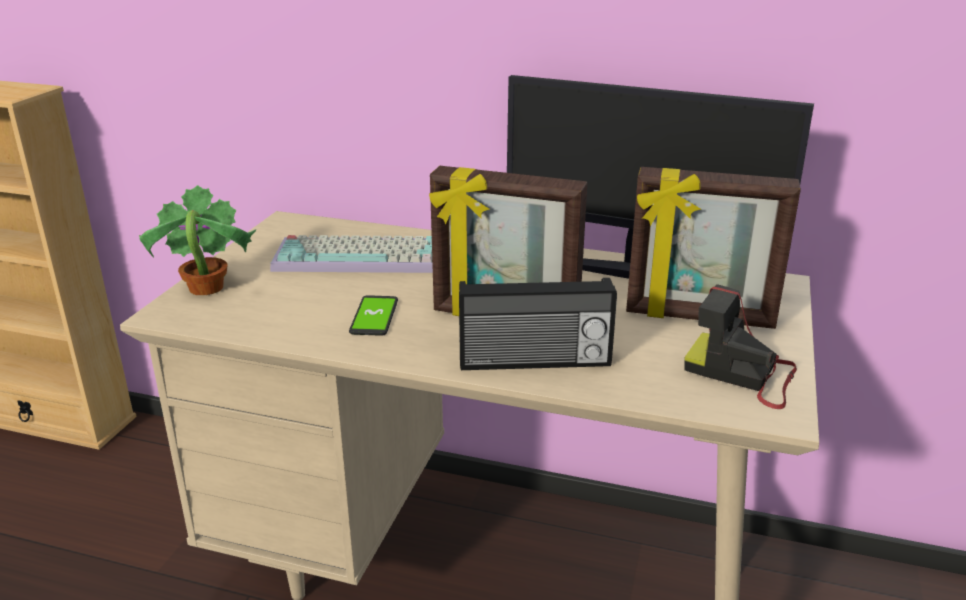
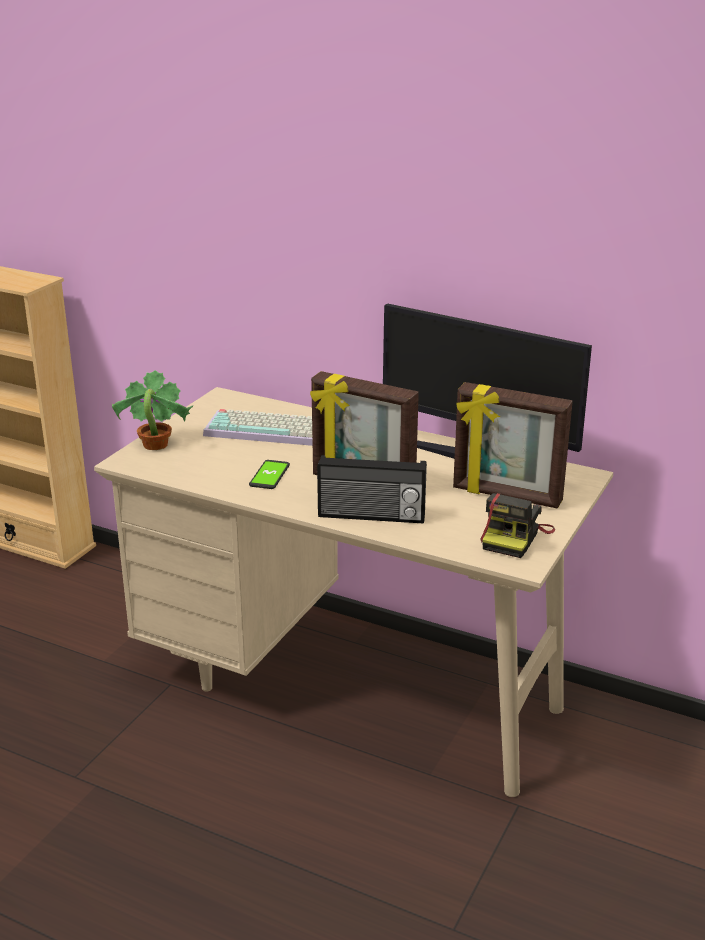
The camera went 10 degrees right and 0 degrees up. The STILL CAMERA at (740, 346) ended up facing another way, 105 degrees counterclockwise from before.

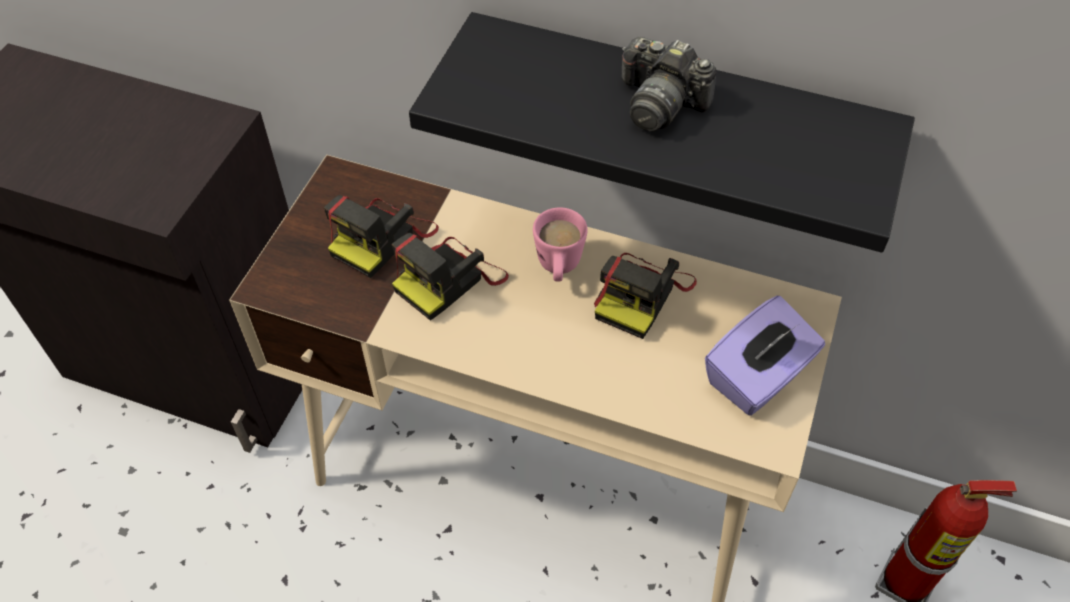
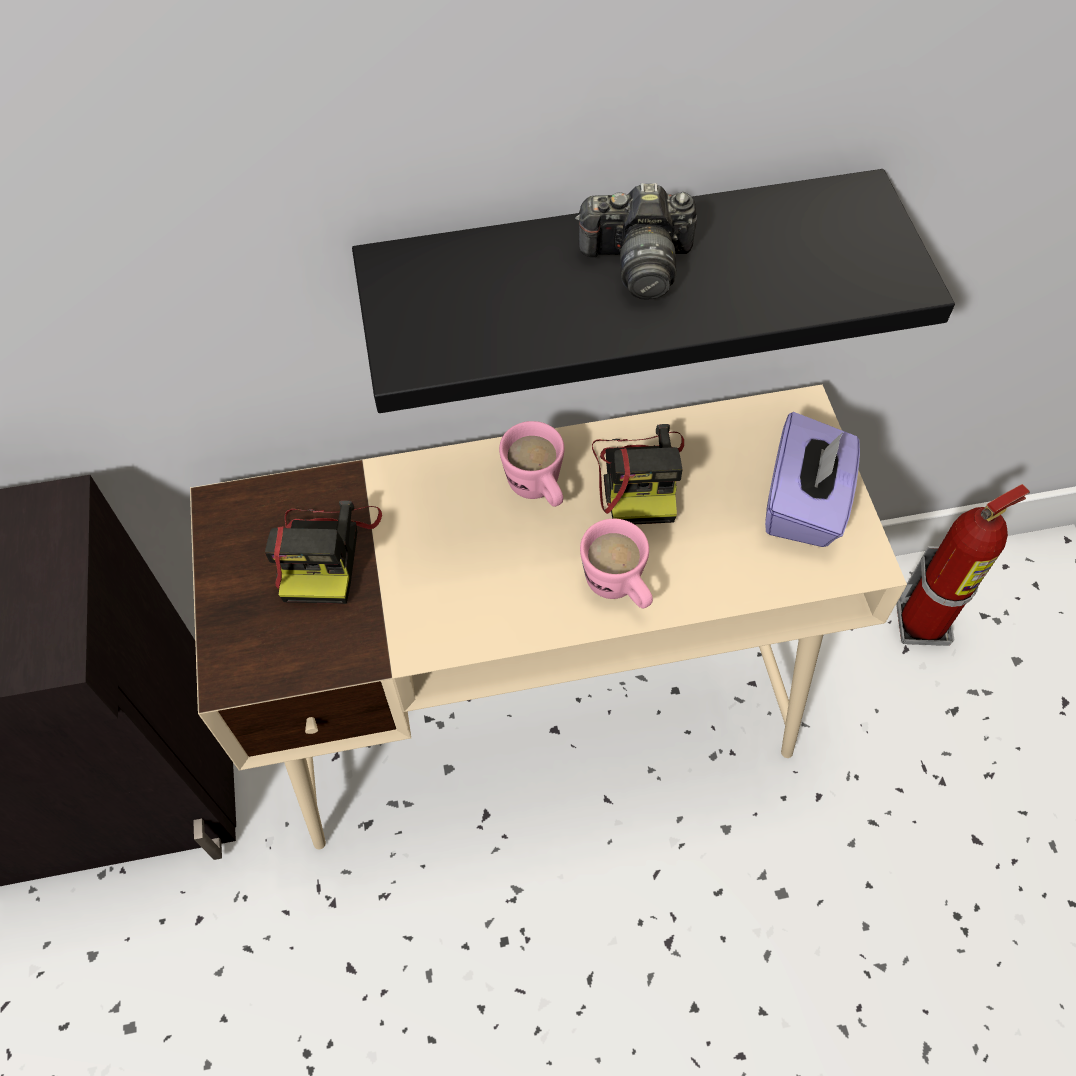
The camera went 30 degrees left and 5 degrees up. The second view gained the PINK COFFEE MUG at (616, 563). The second view lost the STILL CAMERA at (450, 277).

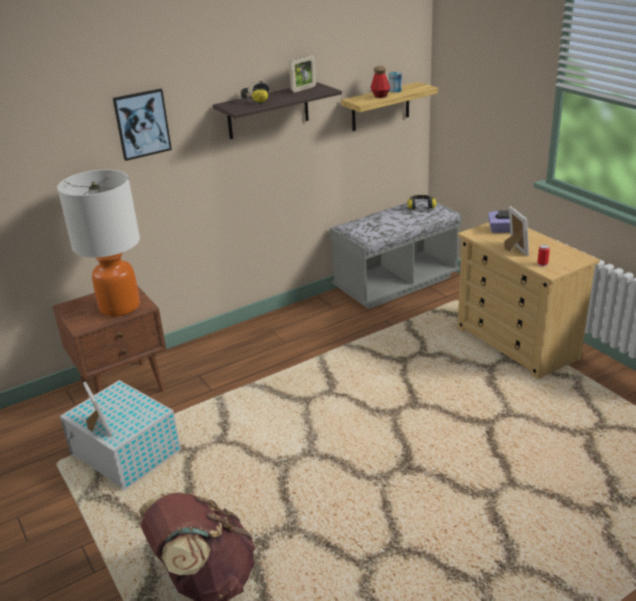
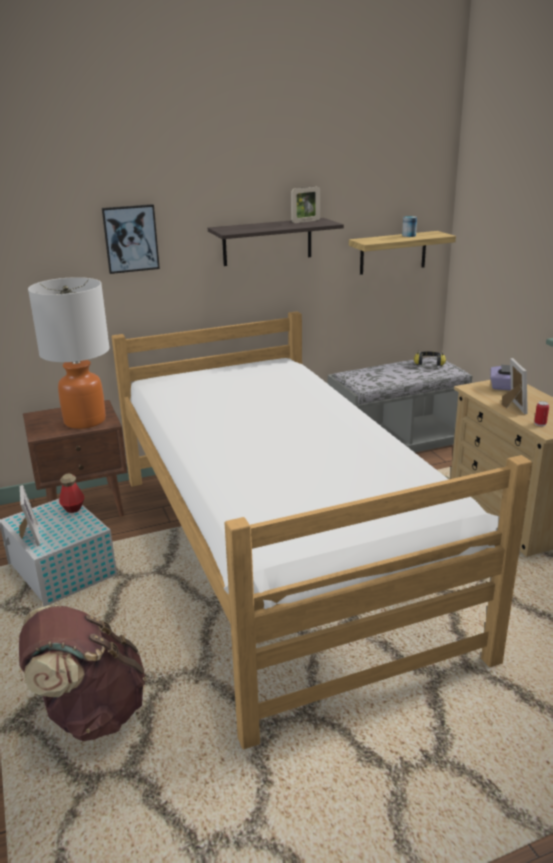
The camera went 10 degrees right and 5 degrees down. The BOTTLE ended up elsewhere, having gone from (380, 81) to (71, 493). The second view gained the BEDROOM BED at (321, 530). The second view lost the HEADPHONES at (255, 92).

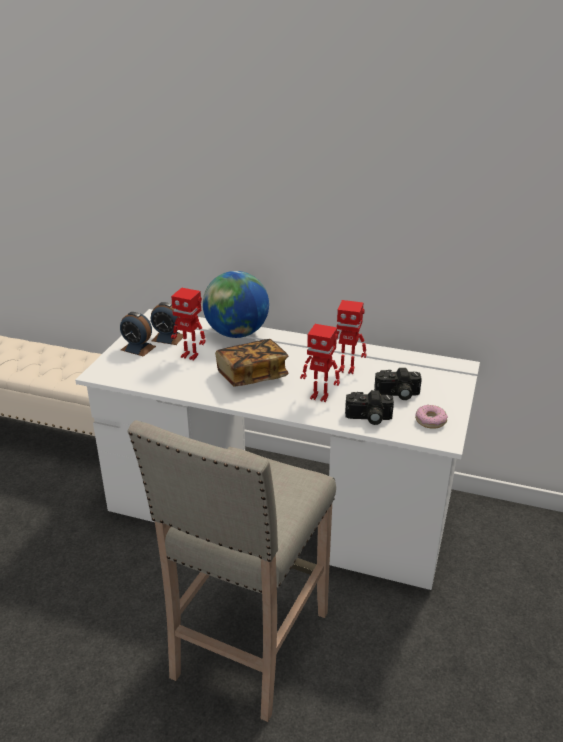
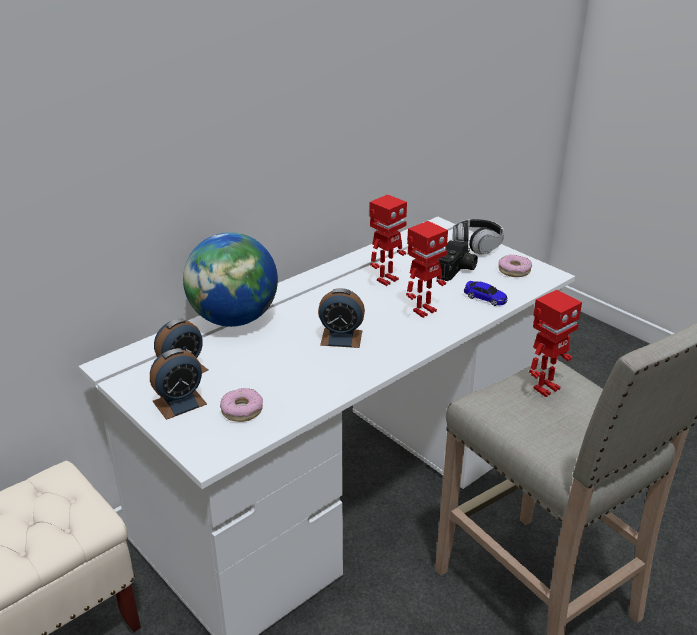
The camera went 60 degrees left and 0 degrees up. The second view gained the RING DOUGHNUT at (241, 405). Where the BOUND BOOK stood at (251, 362), the ALARM CLOCK came to stand at (341, 318). The second view gained the HEADPHONES at (478, 236). Where the STILL CAMERA stood at (369, 407), the MODEL CAR came to stand at (486, 293). The TOY ROBOT ended up elsewhere, having gone from (188, 324) to (555, 343).

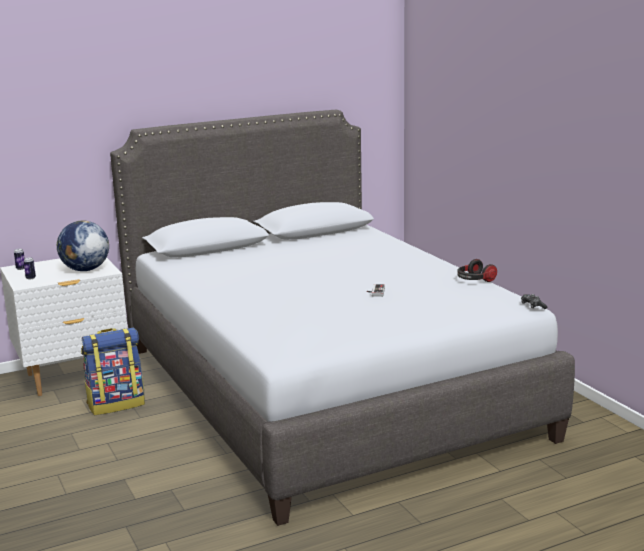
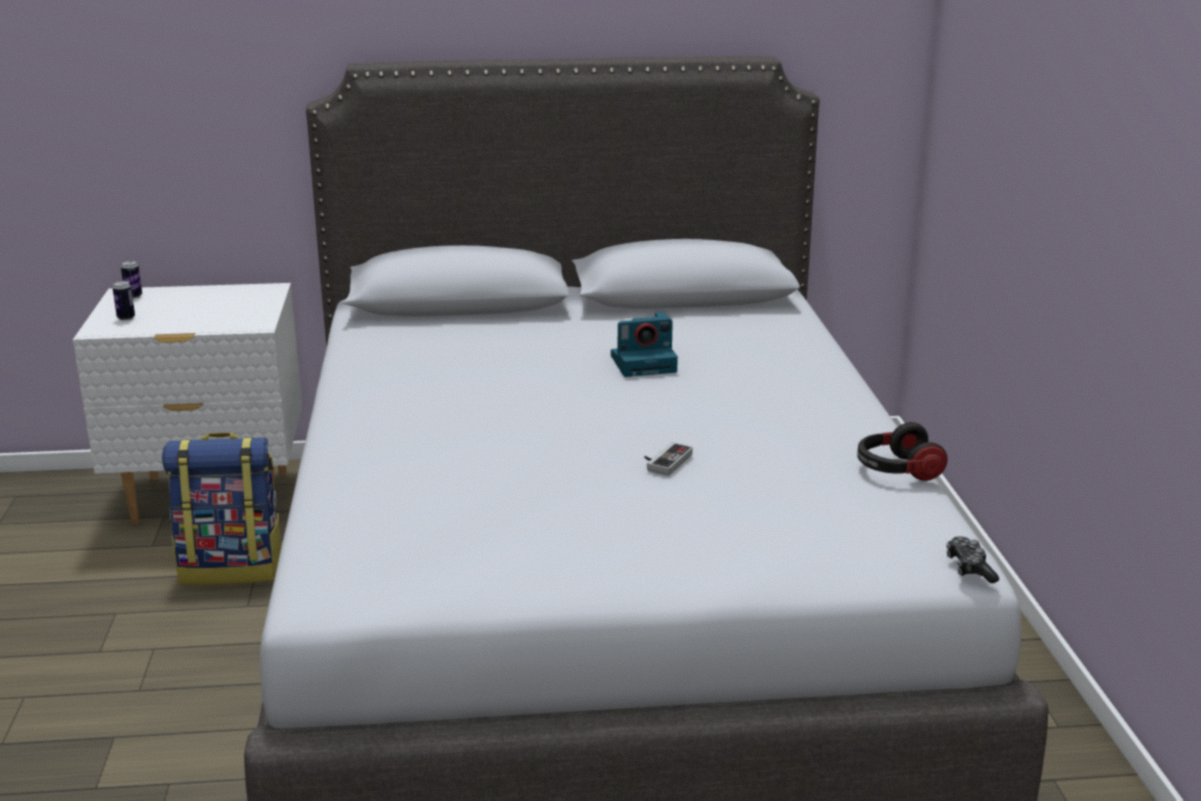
The camera went 20 degrees right and 5 degrees up. The second view gained the STILL CAMERA at (644, 344). The second view lost the DESK GLOBE at (82, 245).

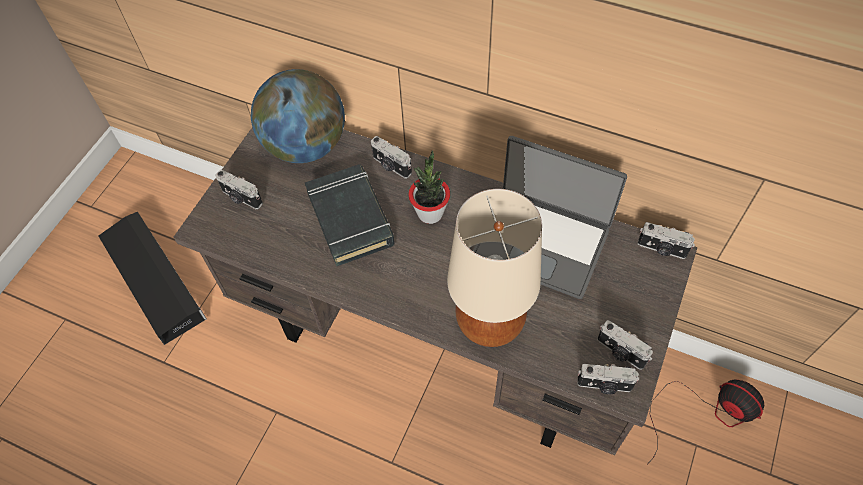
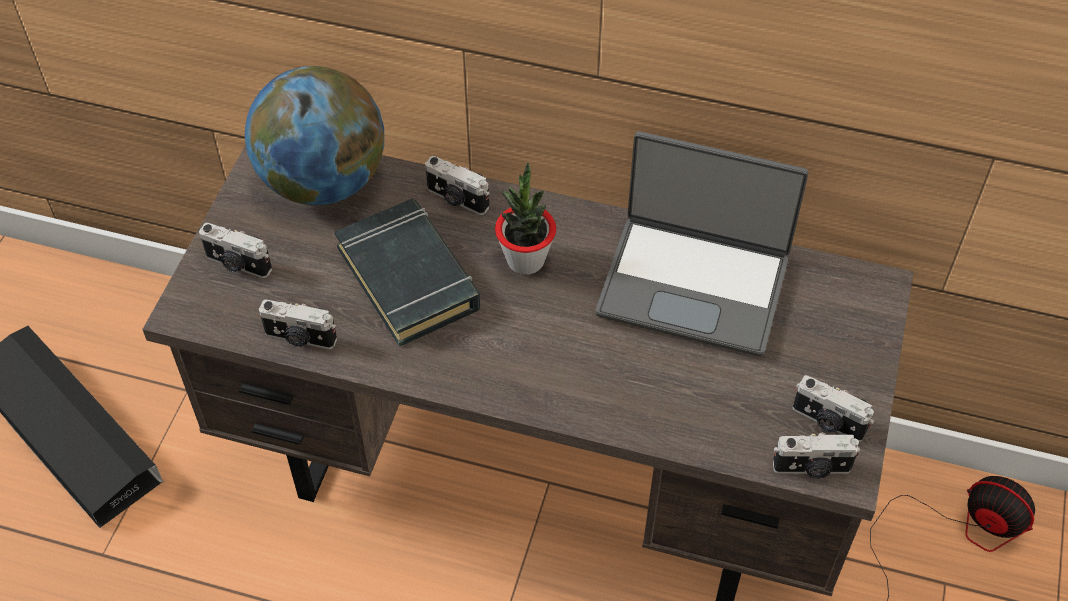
The camera went 10 degrees left and 5 degrees down. The STILL CAMERA ended up elsewhere, having gone from (666, 240) to (298, 324). The second view lost the BEIGE-COLOURED LAMP FOR A TABLE at (494, 268).

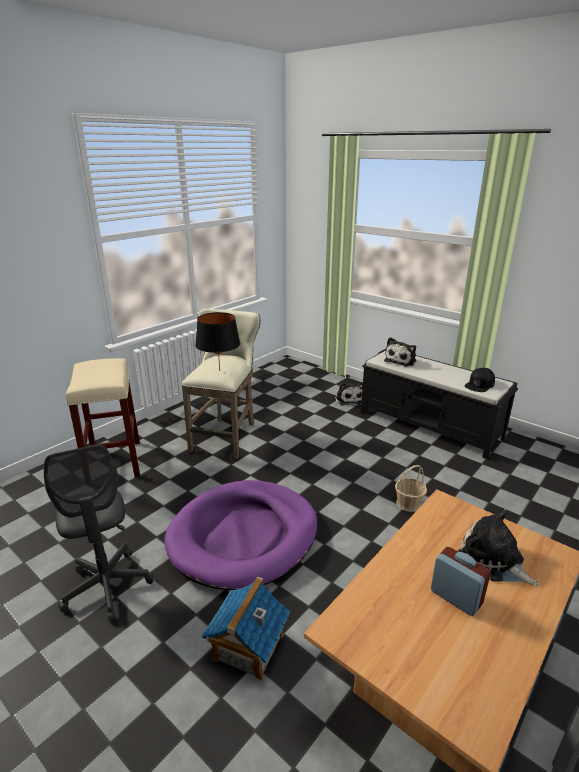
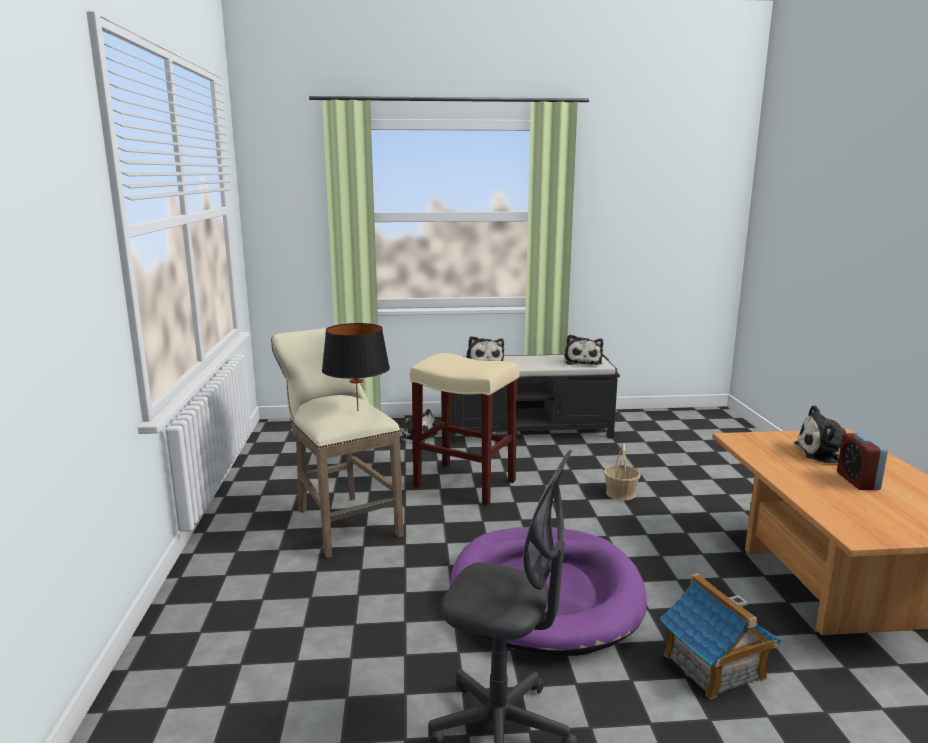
The camera went 45 degrees left and 10 degrees down. The BEIGE-COLOURED SITTING STOOL ended up elsewhere, having gone from (103, 418) to (465, 429). Where the BLACK-COLOURED BASEBALL CAP stood at (480, 380), the SOFT TOY came to stand at (583, 350). The ALARM CLOCK at (461, 581) ended up facing another way, 90 degrees counterclockwise from before.

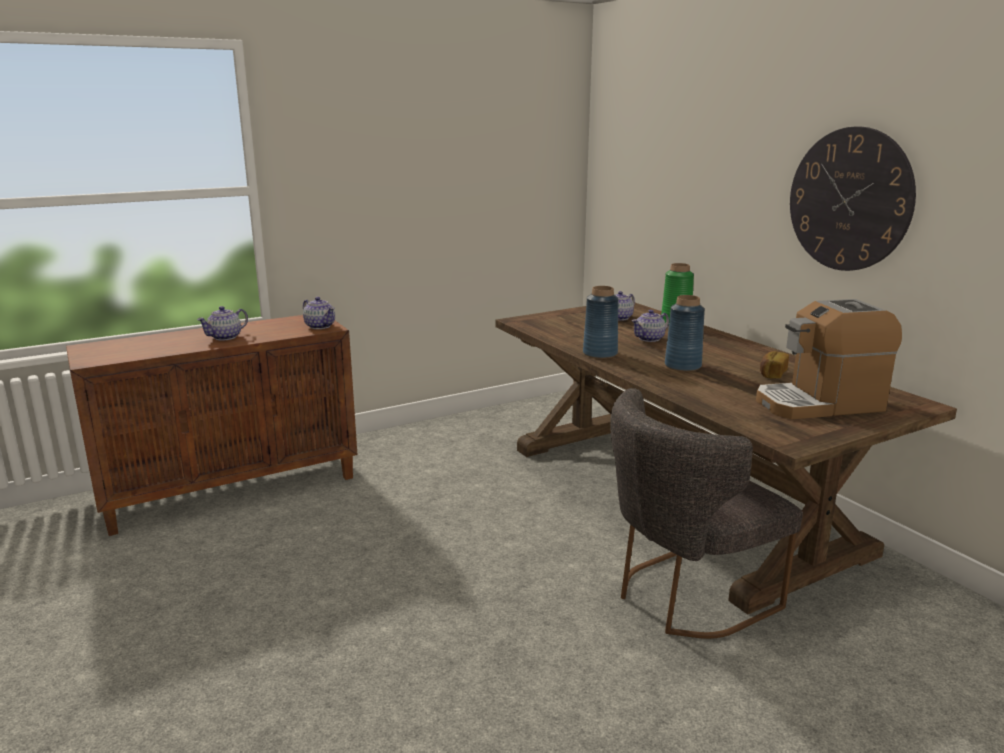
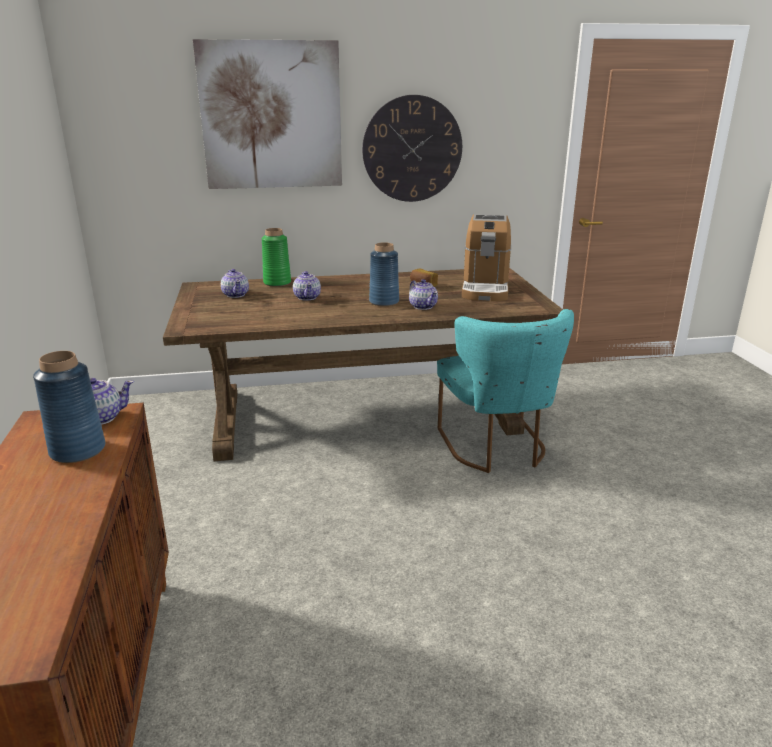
The camera went 70 degrees left and 5 degrees up. The BLUE FLOWER VASE ended up elsewhere, having gone from (601, 322) to (69, 407). The second view gained the PICTURE at (267, 114). The TEA POT ended up elsewhere, having gone from (222, 323) to (423, 294). What was the GREY UPRIGHT CHAIR at (706, 513) turned into the TURQUOISE UPRIGHT CHAIR at (505, 391).

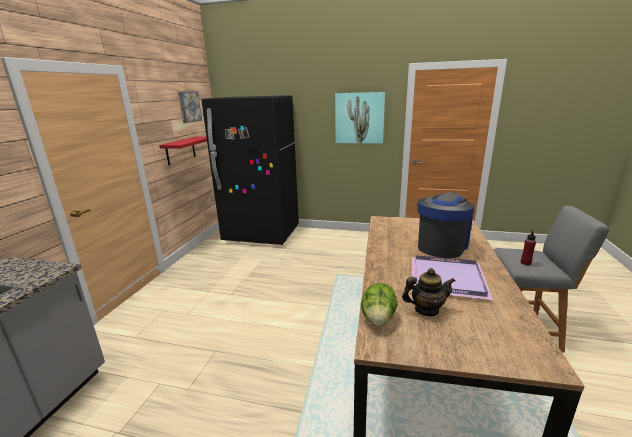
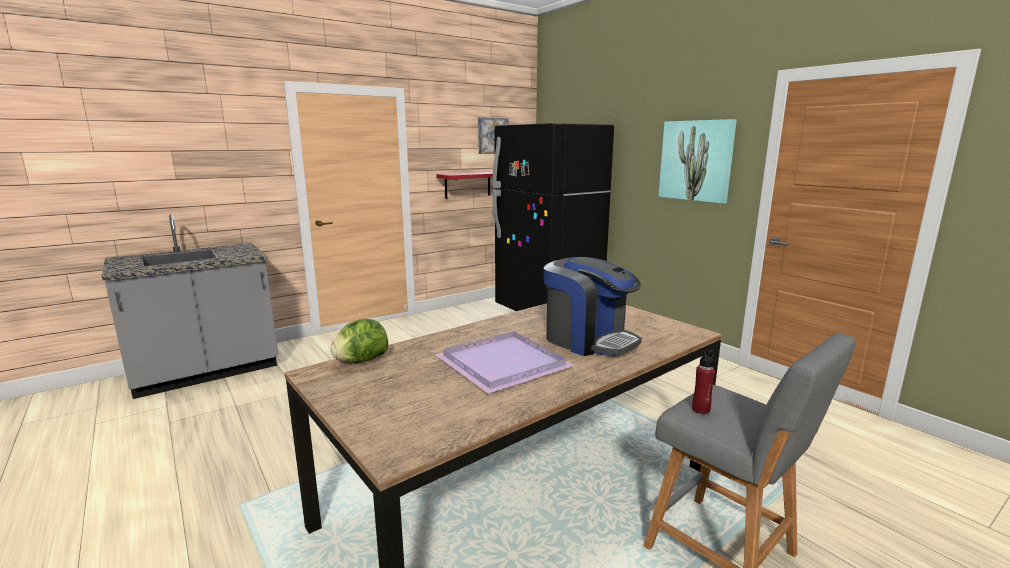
The camera went 40 degrees right and 5 degrees down. The COFFEE MACHINE at (446, 225) ended up facing another way, 60 degrees clockwise from before. The second view lost the TEA POT at (429, 292).

